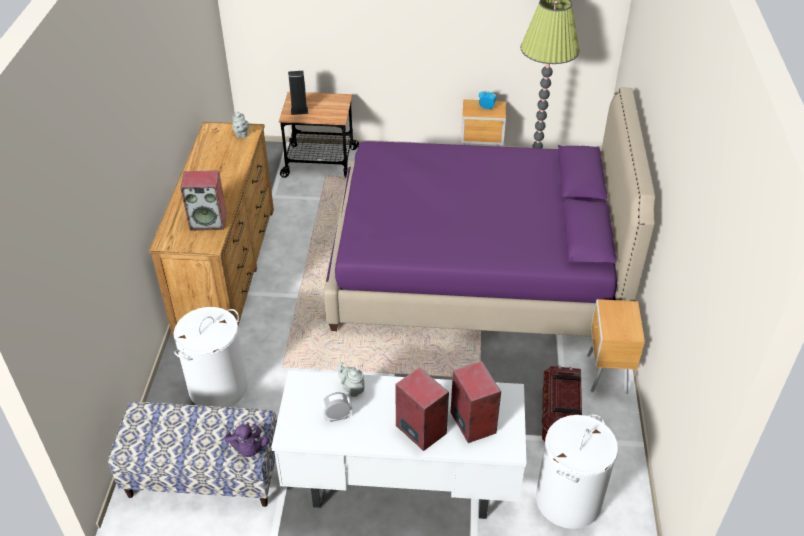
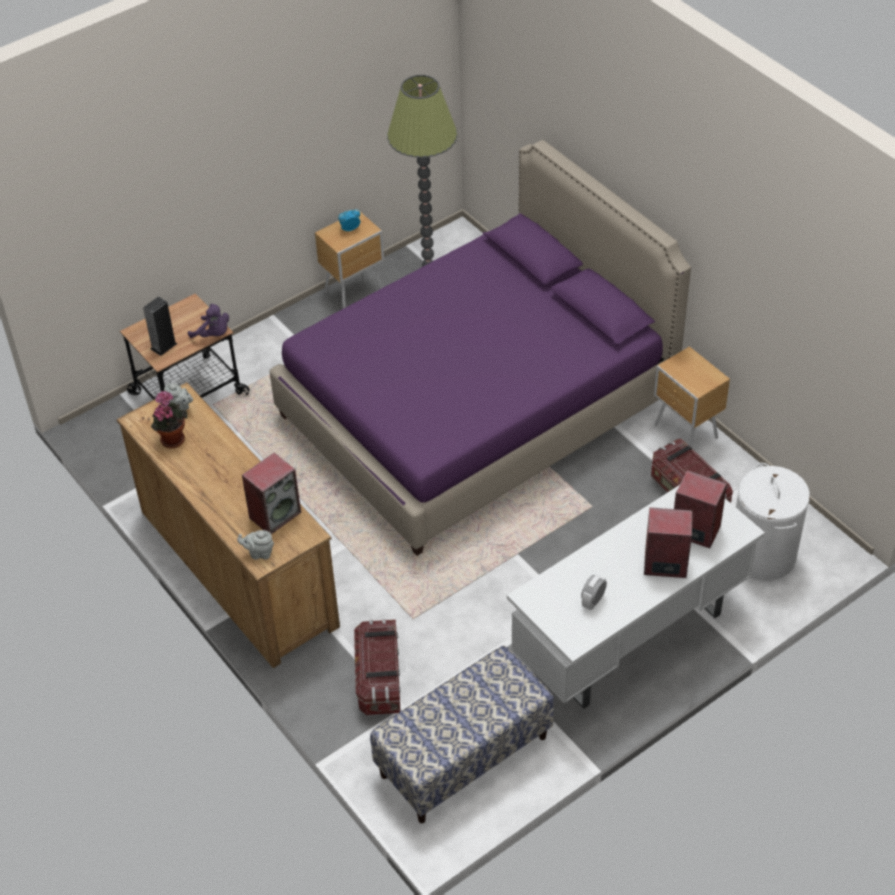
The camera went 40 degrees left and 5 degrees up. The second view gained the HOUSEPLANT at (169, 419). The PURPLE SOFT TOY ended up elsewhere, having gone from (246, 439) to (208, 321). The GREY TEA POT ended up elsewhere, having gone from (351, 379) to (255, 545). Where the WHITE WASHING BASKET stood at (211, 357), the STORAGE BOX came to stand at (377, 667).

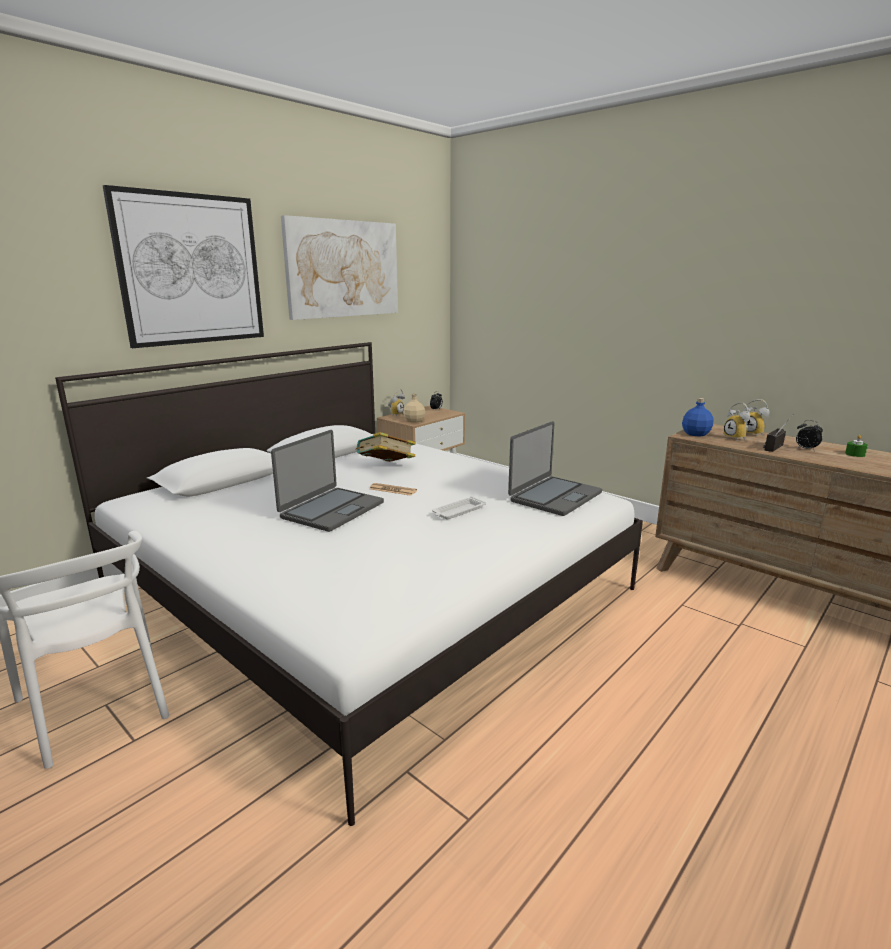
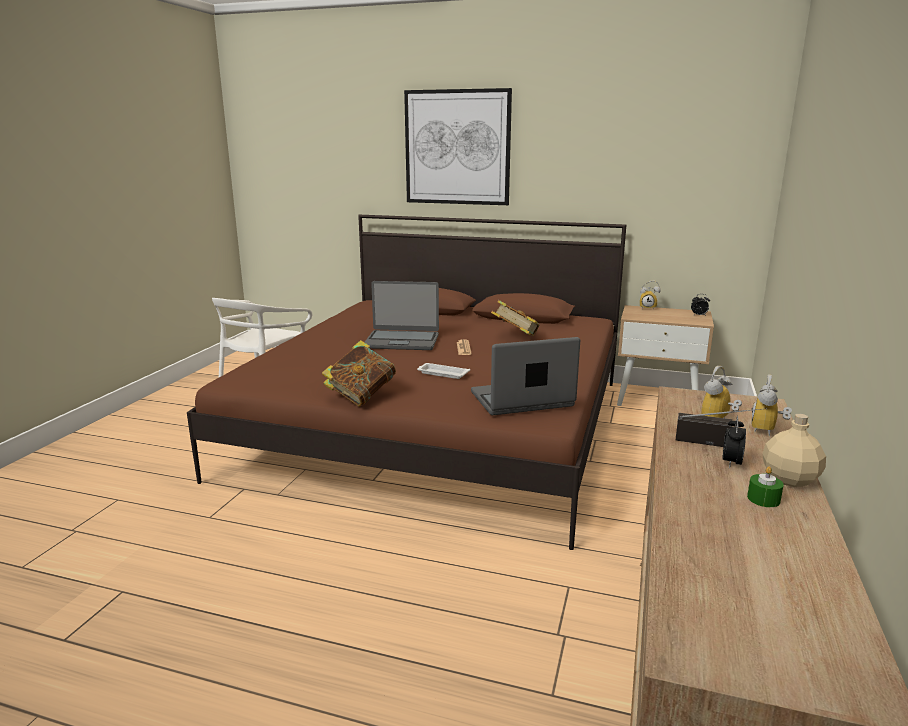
The camera went 65 degrees right and 0 degrees up. What was the WHITE BEDROOM BED at (349, 584) turned into the BROWN-COLOURED BEDROOM BED at (406, 382). The second view gained the BOUND BOOK at (359, 373). The NOTEBOOK COMPUTER at (555, 468) ended up facing another way, 150 degrees clockwise from before. The BEIGE-COLOURED BOTTLE ended up elsewhere, having gone from (414, 408) to (794, 450). The second view lost the PICTURE at (339, 267). The second view lost the BLUE BOTTLE at (697, 417).

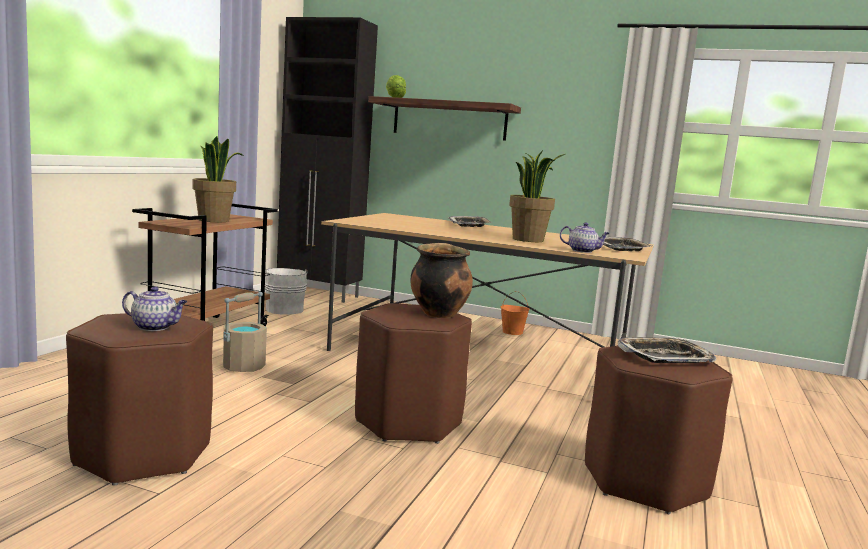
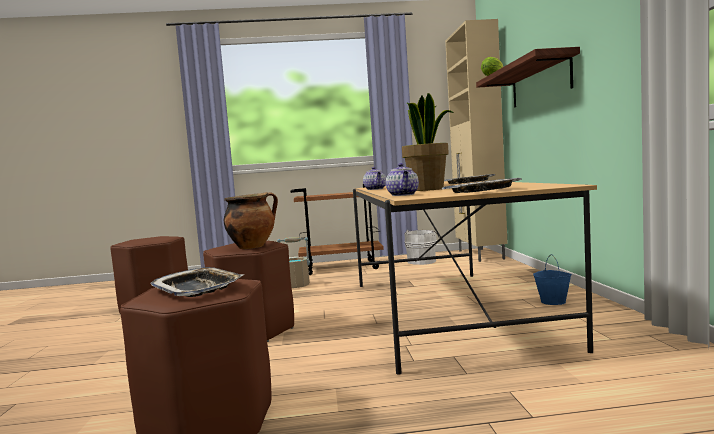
The camera went 65 degrees right and 5 degrees down. The TEA POT ended up elsewhere, having gone from (154, 308) to (374, 178). What was the BLACK-COLOURED CABINET at (327, 160) turned into the BEIGE-COLOURED CABINET at (476, 140). What was the ORANGEY BUCKET at (515, 313) turned into the BLUE BUCKET at (552, 279). The second view lost the HOUSEPLANT at (217, 179).

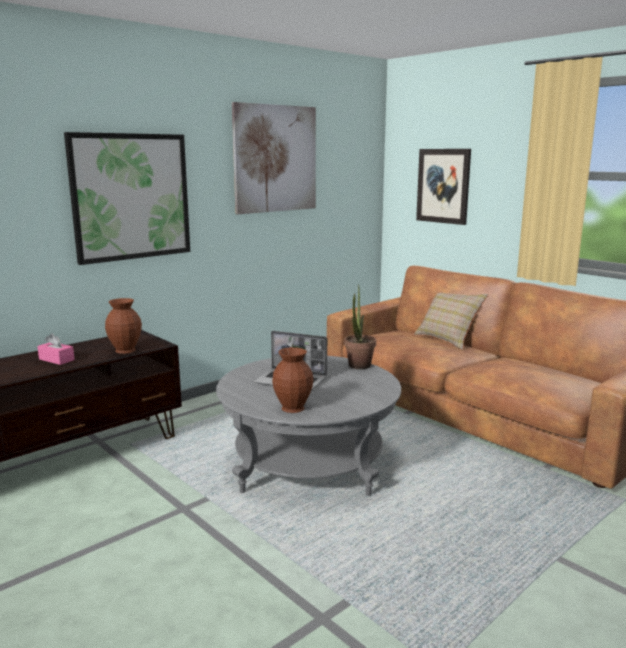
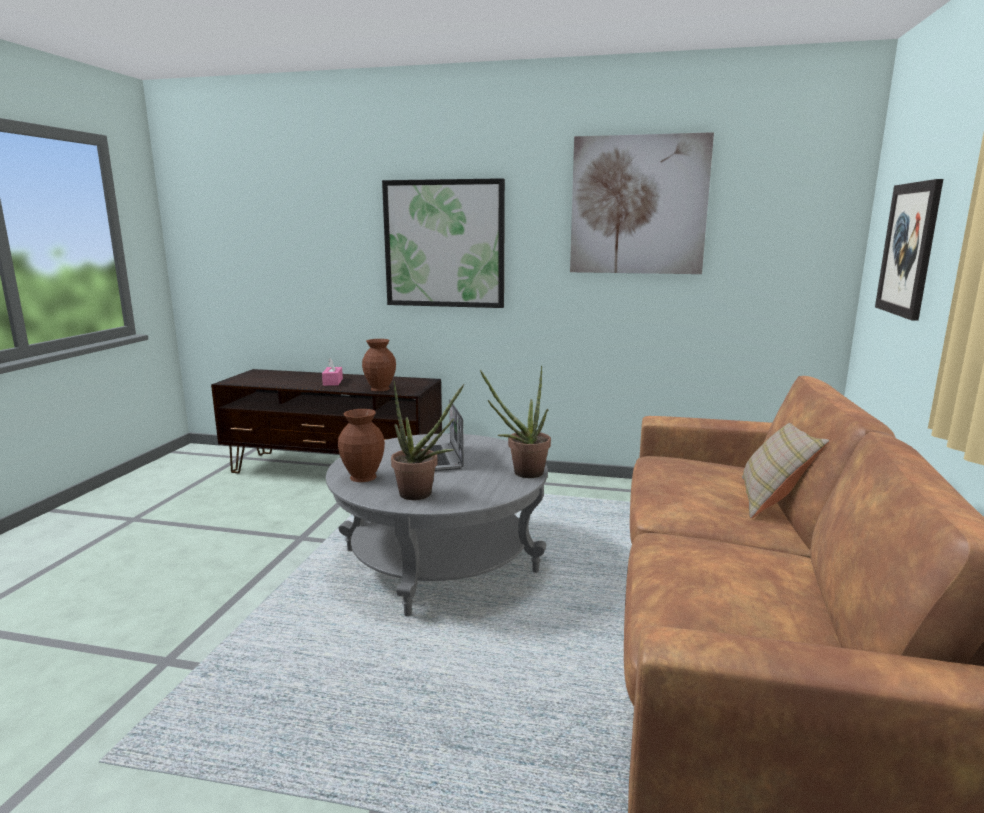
The camera went 55 degrees right and 0 degrees up. The second view gained the HOUSEPLANT at (427, 440).

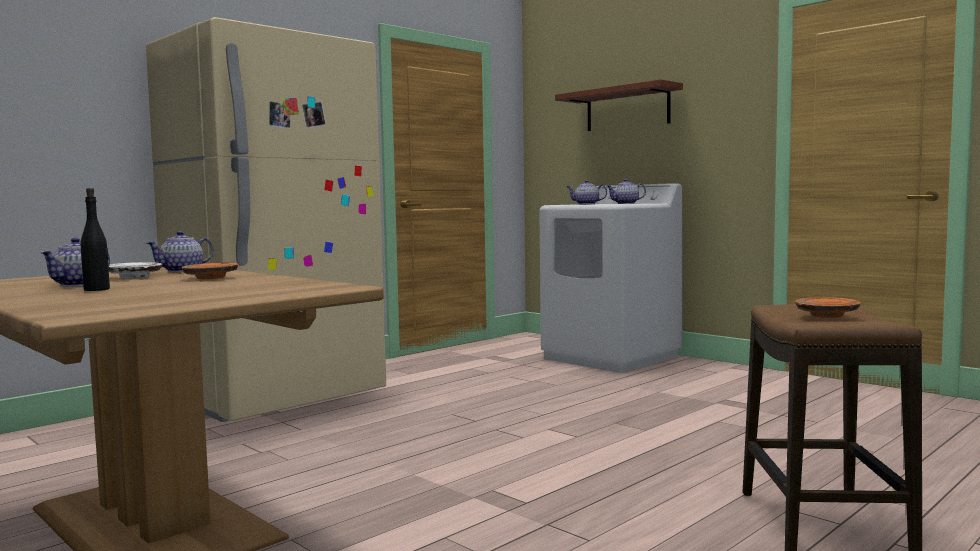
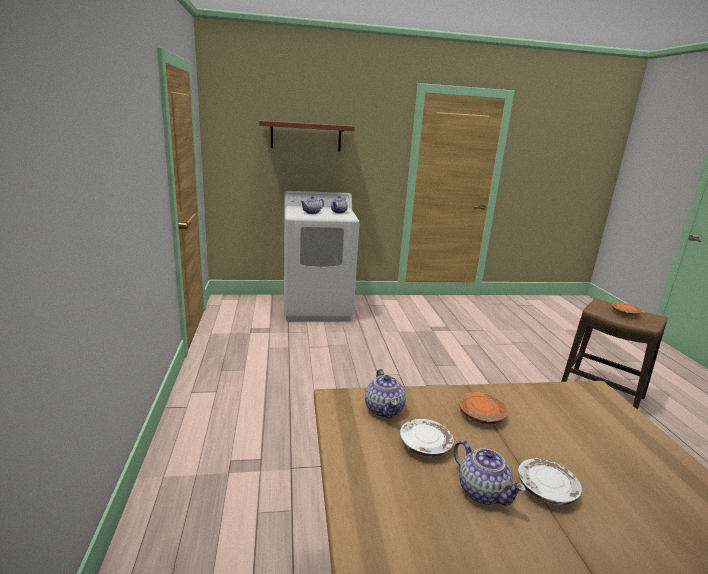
The camera went 55 degrees left and 15 degrees up. Where the BLACK-COLOURED BOTTLE stood at (95, 239), the WHITE FLAT DISH came to stand at (550, 481). The second view lost the BEIGE-COLOURED KITCHEN FRIDGE at (266, 219).

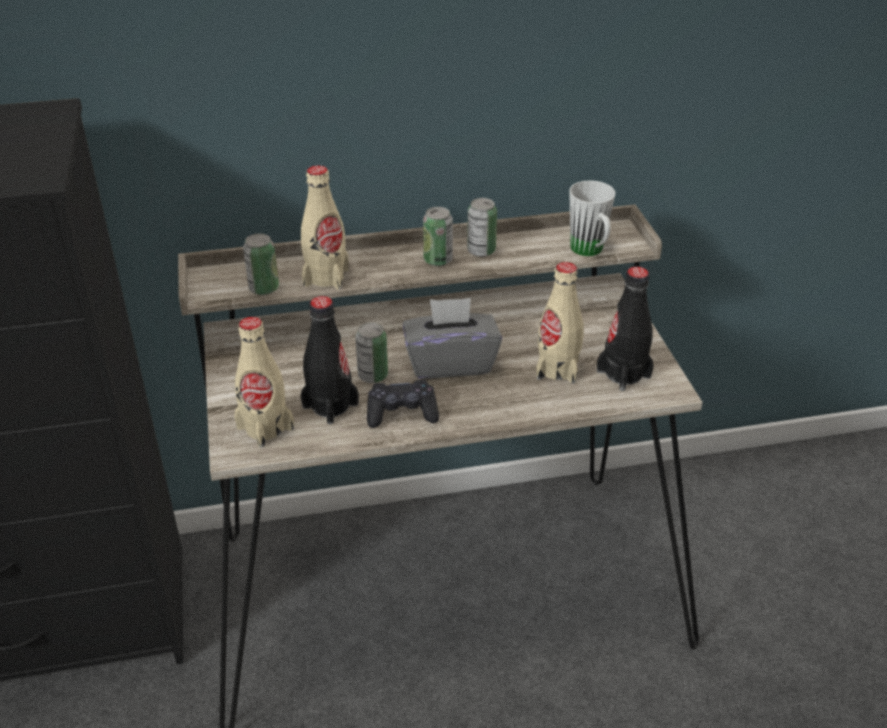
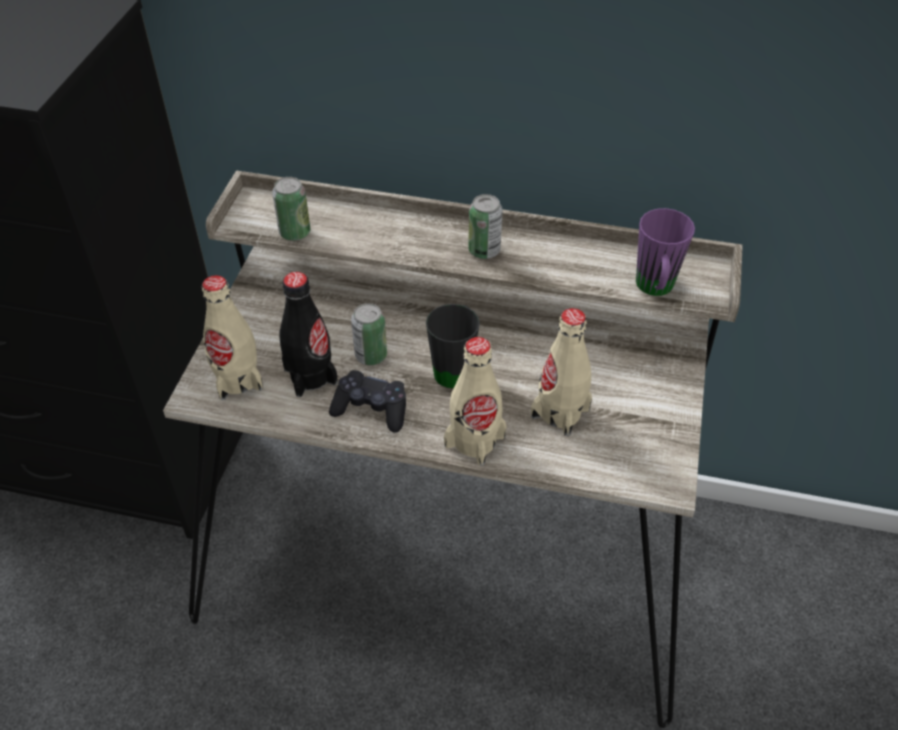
The camera went 25 degrees right and 10 degrees up. Where the GREY TISSUE HOLDER stood at (452, 338), the BLACK-COLOURED COFFEE MUG came to stand at (453, 346). The BEIGE-COLOURED BOTTLE ended up elsewhere, having gone from (325, 227) to (475, 401). What was the WHITE COFFEE MUG at (592, 218) turned into the PURPLE COFFEE MUG at (665, 252). The second view lost the CAN at (482, 227). The second view lost the BLACK-COLOURED BOTTLE at (625, 329).

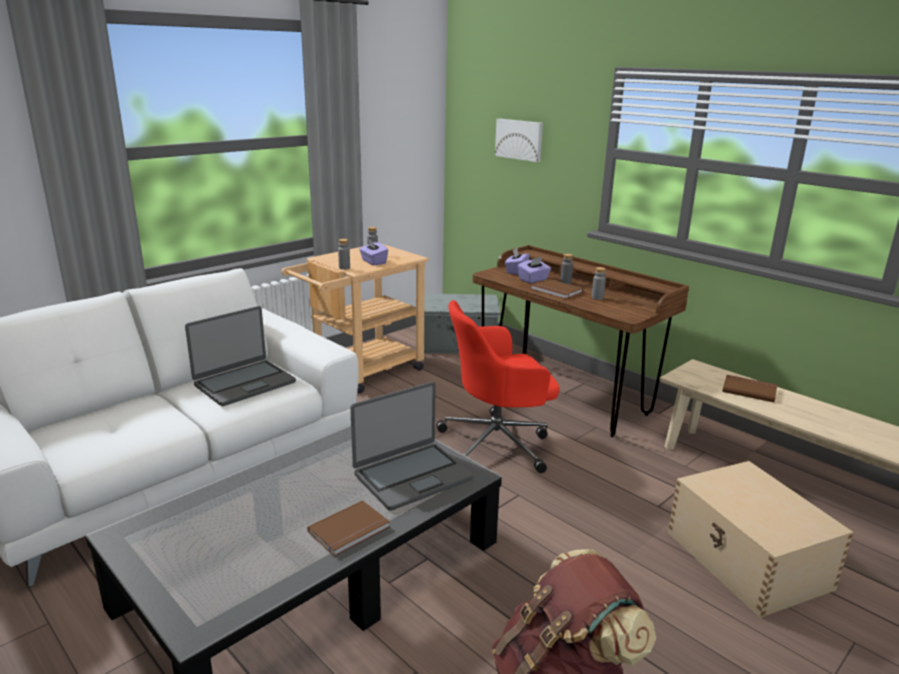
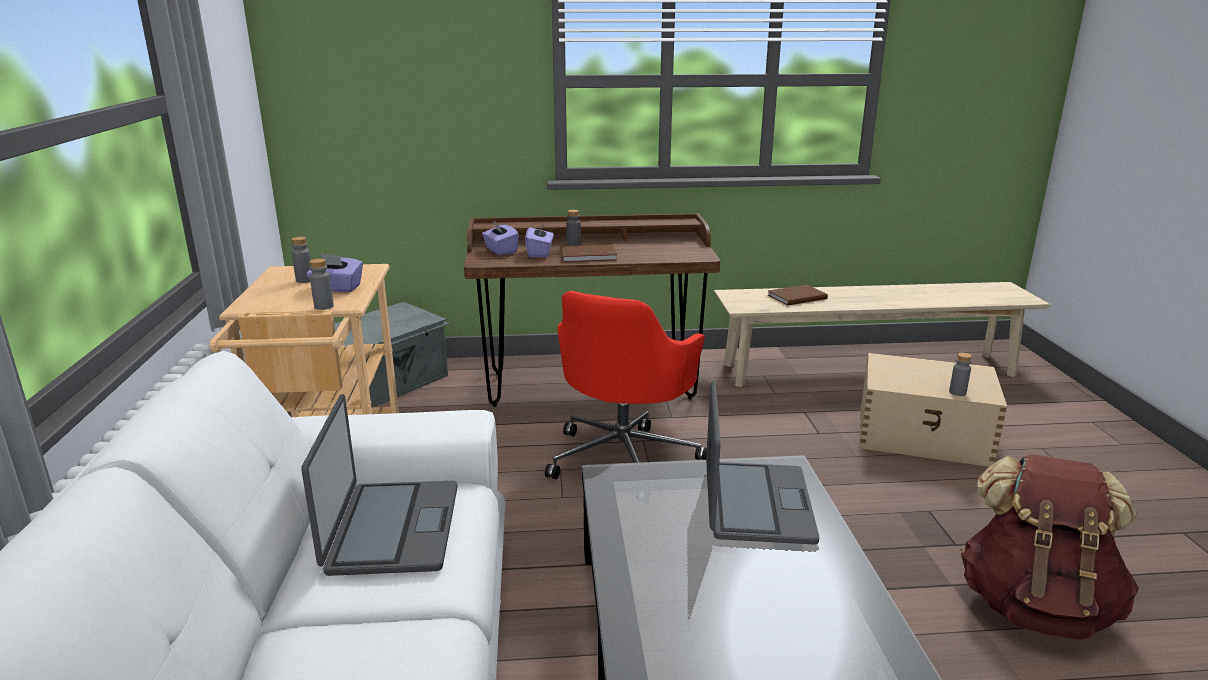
The camera went 50 degrees left and 0 degrees up. The GREY BOTTLE ended up elsewhere, having gone from (599, 283) to (960, 374). The second view lost the BROWN-COLOURED BOUND BOOK at (348, 528). The second view lost the PICTURE at (519, 140).

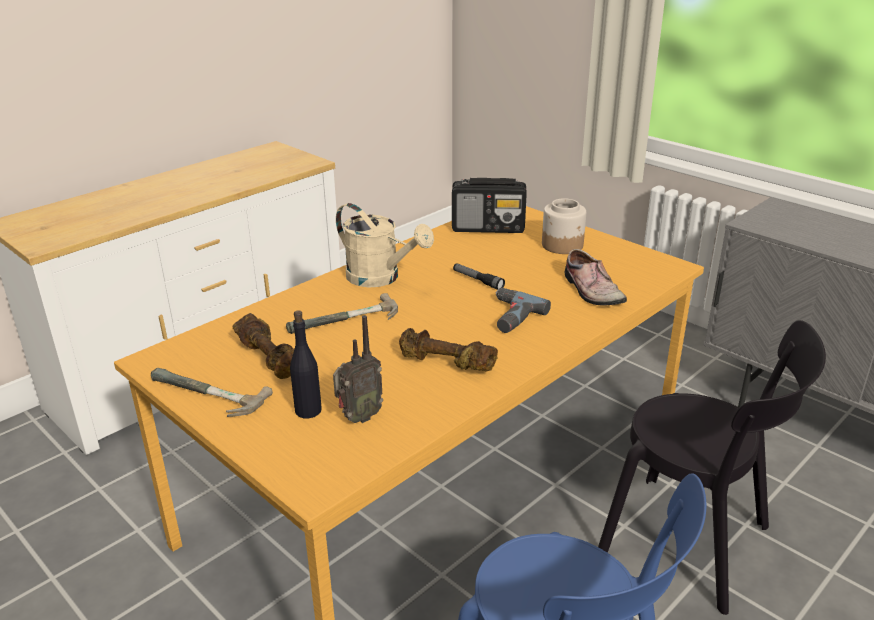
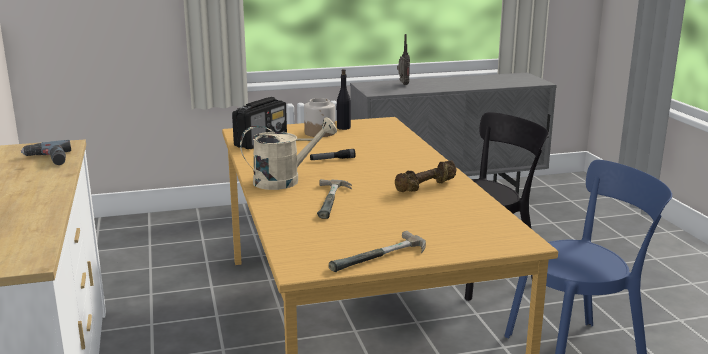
The camera went 60 degrees left and 10 degrees down. The POWER DRILL ended up elsewhere, having gone from (523, 310) to (46, 152). The BLACK-COLOURED BOTTLE ended up elsewhere, having gone from (306, 364) to (343, 99). The RADIO ended up elsewhere, having gone from (358, 369) to (403, 59). The second view lost the BROWN-COLOURED FREE WEIGHT at (263, 346). The second view lost the ITEM OF FOOTWEAR at (595, 277).

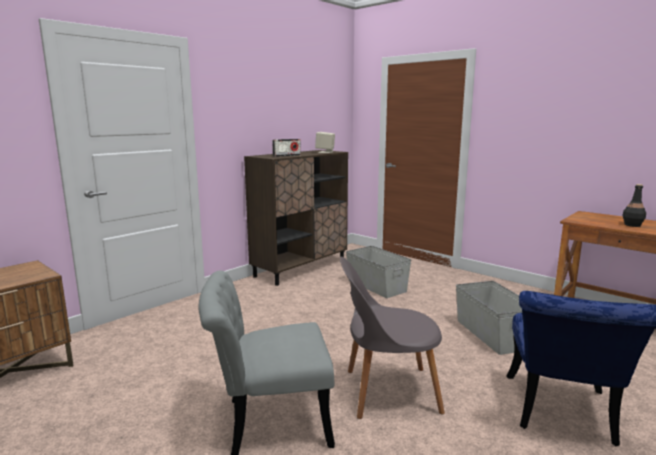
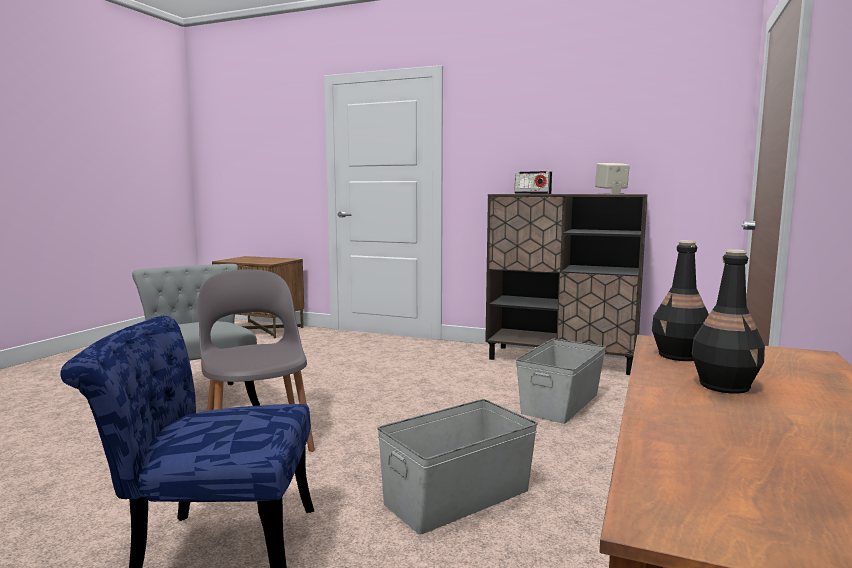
The camera went 70 degrees right and 5 degrees down. The second view gained the BLACK-COLOURED BOTTLE at (680, 300).

